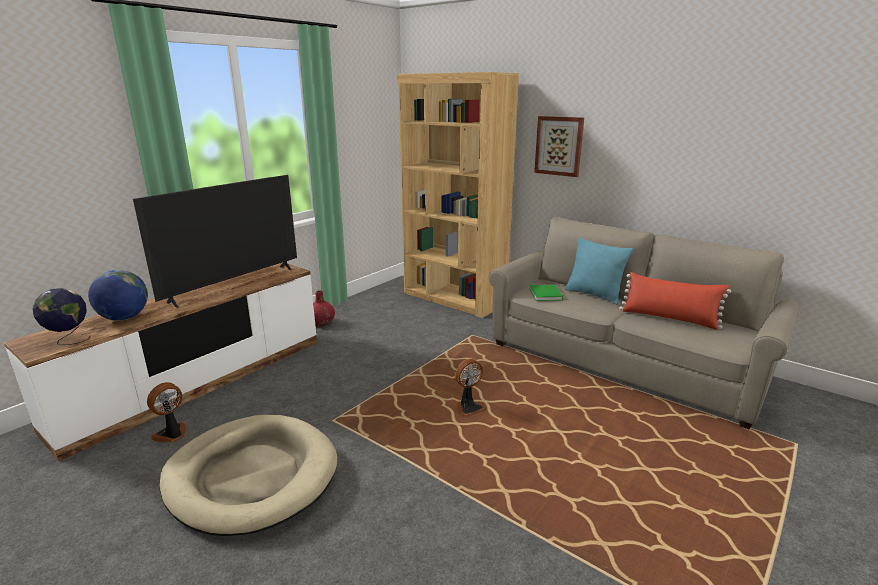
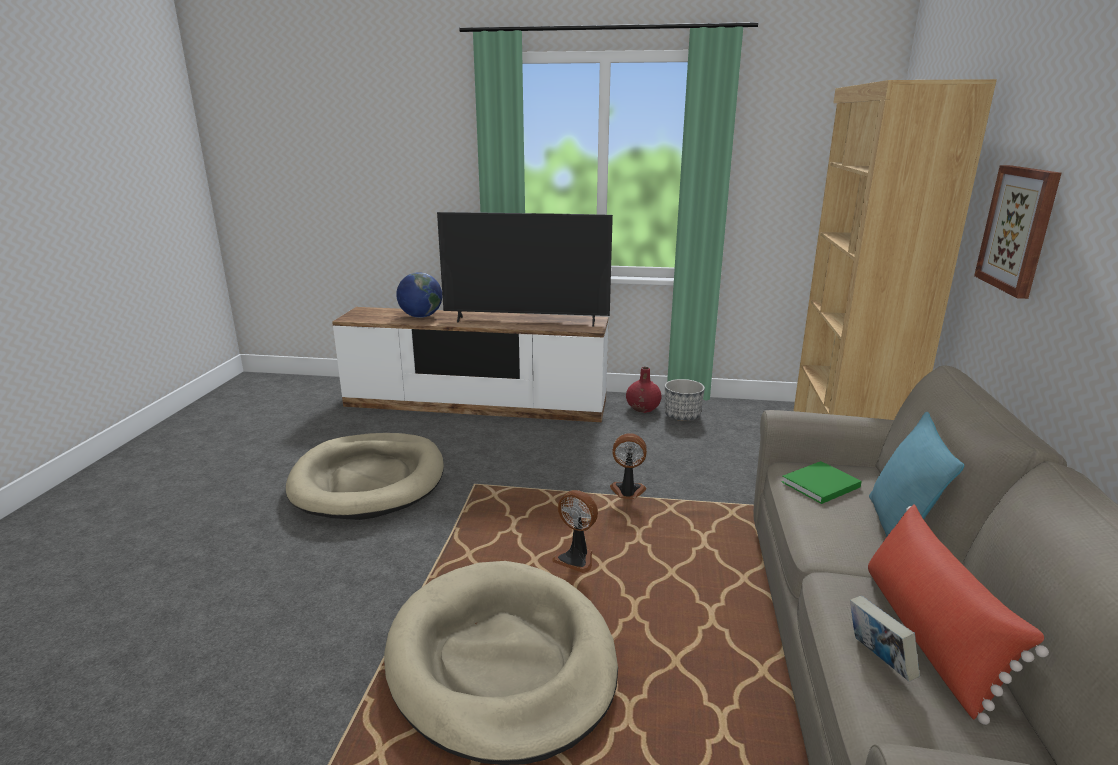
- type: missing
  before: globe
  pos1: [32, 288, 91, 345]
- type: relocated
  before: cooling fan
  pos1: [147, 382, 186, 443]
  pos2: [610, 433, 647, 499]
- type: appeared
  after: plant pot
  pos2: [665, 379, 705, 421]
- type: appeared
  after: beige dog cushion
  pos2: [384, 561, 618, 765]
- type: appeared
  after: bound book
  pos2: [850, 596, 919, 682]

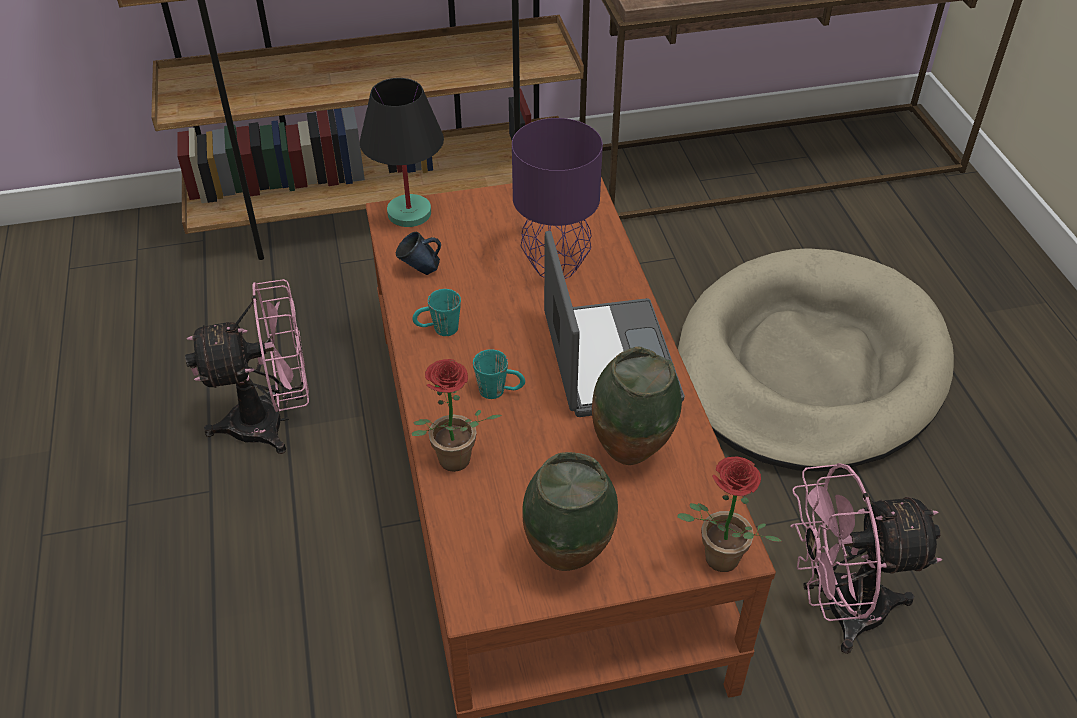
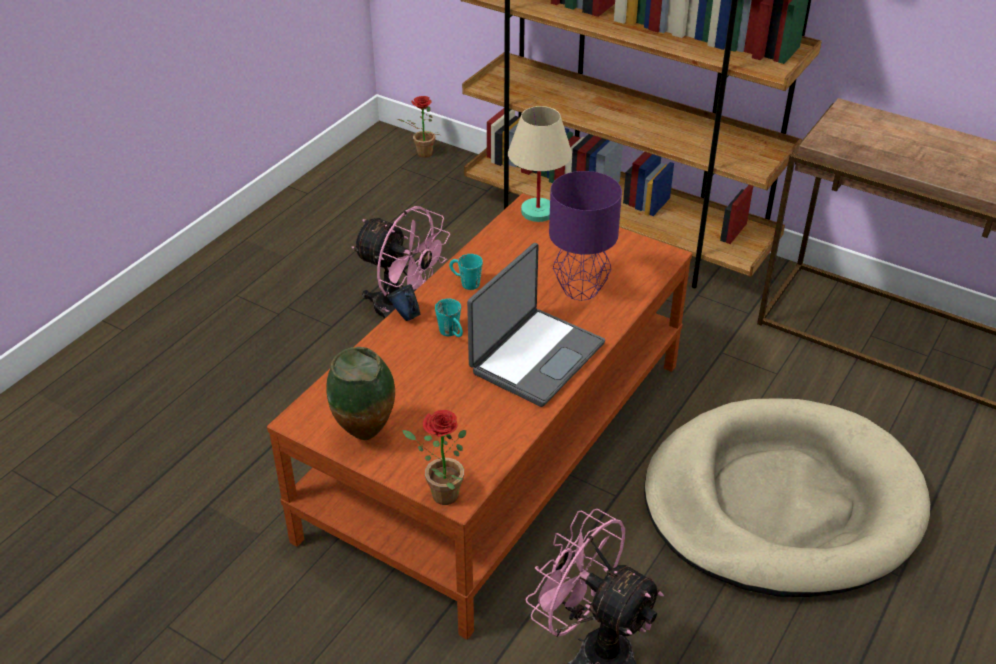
- type: colour
  before: black-coloured table lamp
  after: beige table lamp
  pos1: [360, 78, 444, 227]
  pos2: [508, 106, 572, 222]
- type: relocated
  before: blue-coloured tea mug
  pos1: [396, 232, 441, 275]
  pos2: [387, 284, 420, 321]
- type: missing
  before: vase
  pos1: [592, 347, 682, 465]
- type: relocated
  before: houseplant
  pos1: [412, 359, 502, 472]
  pos2: [398, 96, 439, 158]

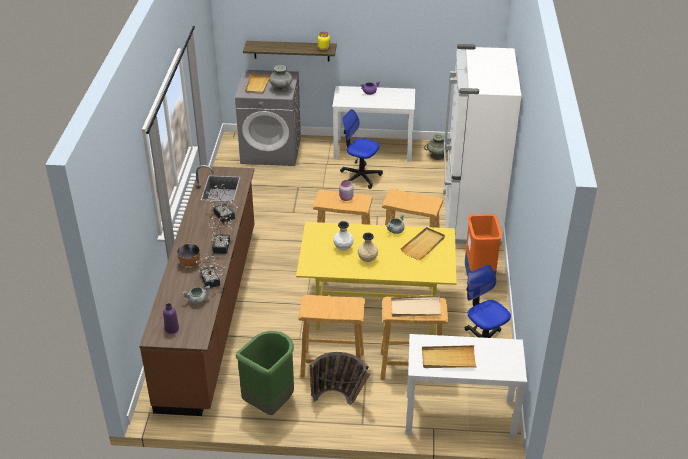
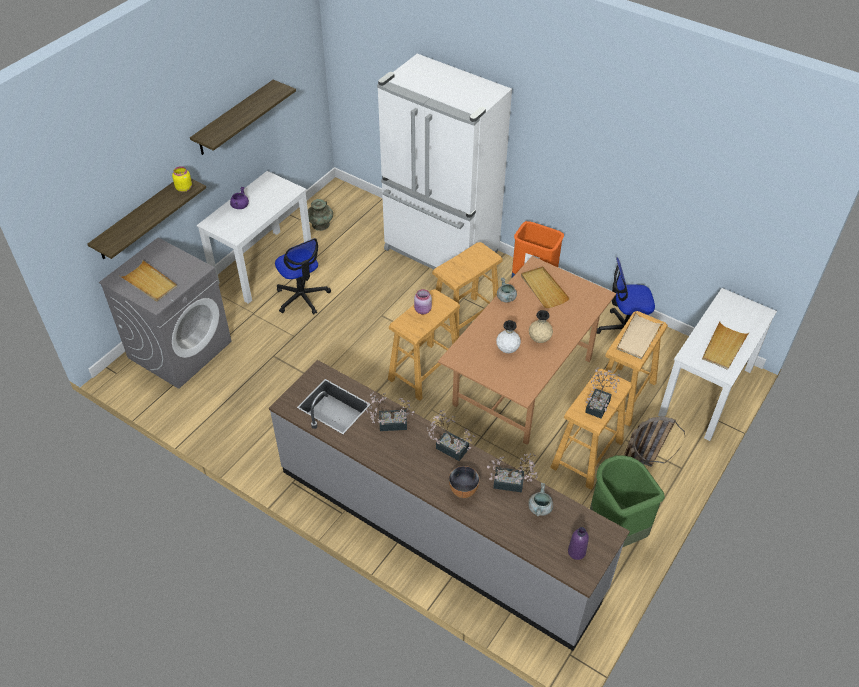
- type: missing
  before: greyish vase
  pos1: [269, 65, 293, 93]
- type: spun
  before: computer chair
  pos1: [340, 109, 383, 189]
  pos2: [275, 238, 331, 315]
  turn: -90
- type: colour
  before: brown-coloured kitchen base unit
  after: greyish kitchen base unit
  pos1: [139, 165, 254, 416]
  pos2: [269, 360, 630, 651]
- type: colour
  before: yellow dinner table
  after: brown-coloured dinner table
  pos1: [296, 222, 457, 335]
  pos2: [438, 256, 616, 445]
- type: appeared
  after: shelf
  pos2: [190, 80, 296, 155]
- type: appeared
  after: houseplant
  pos2: [585, 368, 620, 419]

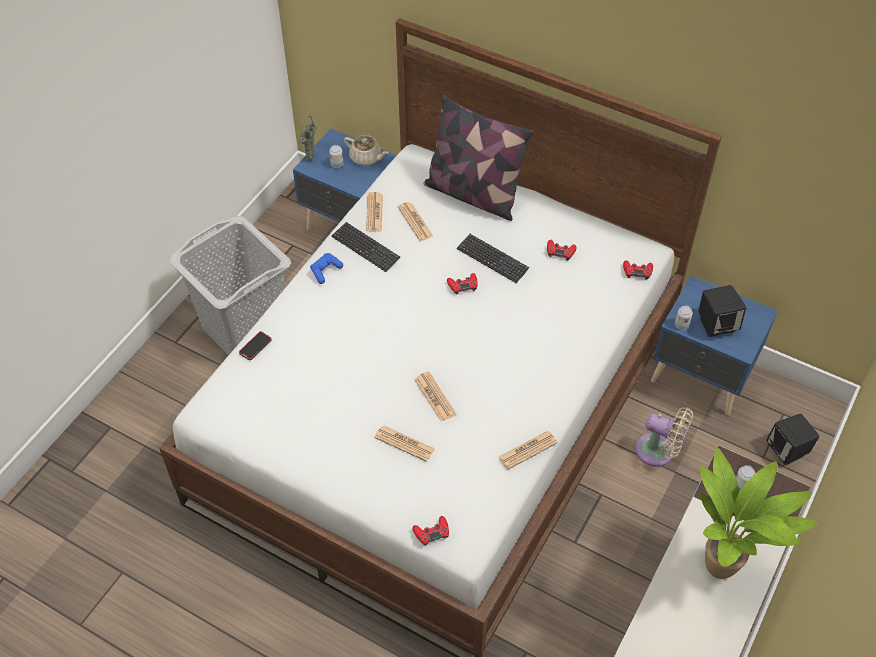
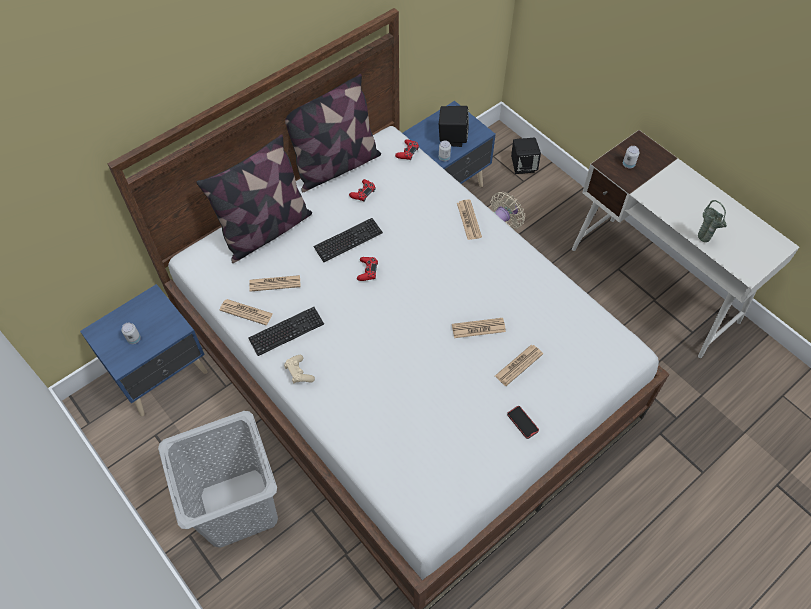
- type: relocated
  before: greenish vase
  pos1: [299, 115, 317, 161]
  pos2: [698, 200, 727, 242]
- type: missing
  before: beige pot for tea
  pos1: [344, 135, 388, 166]
- type: colour
  before: blue-coloured joypad
  after: beige joypad
  pos1: [310, 253, 343, 284]
  pos2: [284, 355, 315, 384]
- type: relocated
  before: phone
  pos1: [239, 331, 272, 360]
  pos2: [507, 406, 539, 439]
- type: relocated
  before: daily paper
  pos1: [498, 431, 558, 470]
  pos2: [457, 200, 482, 240]
- type: missing
  before: houseplant
  pos1: [700, 448, 818, 579]
- type: missing
  before: red-coloured joypad
  pos1: [412, 516, 449, 545]
- type: appeared
  after: cushion
  pos2: [285, 74, 381, 192]

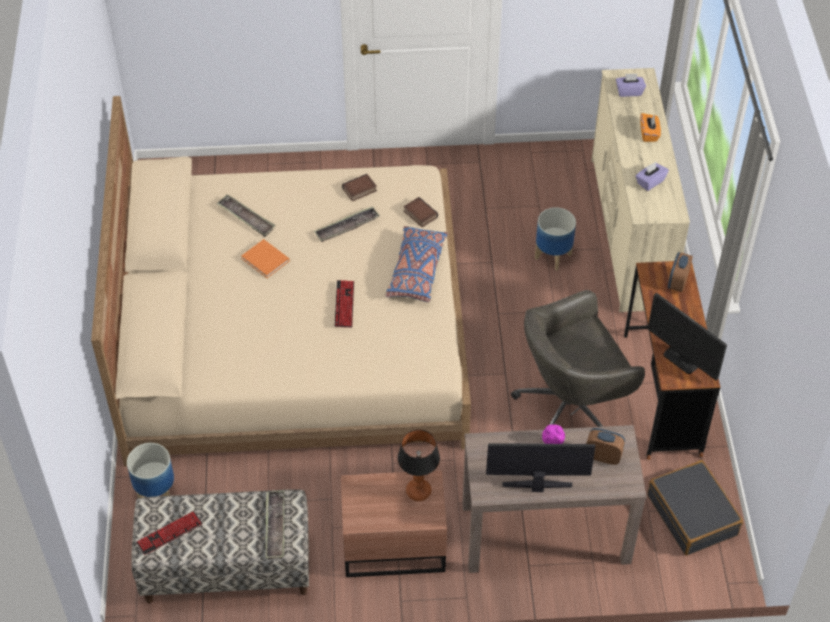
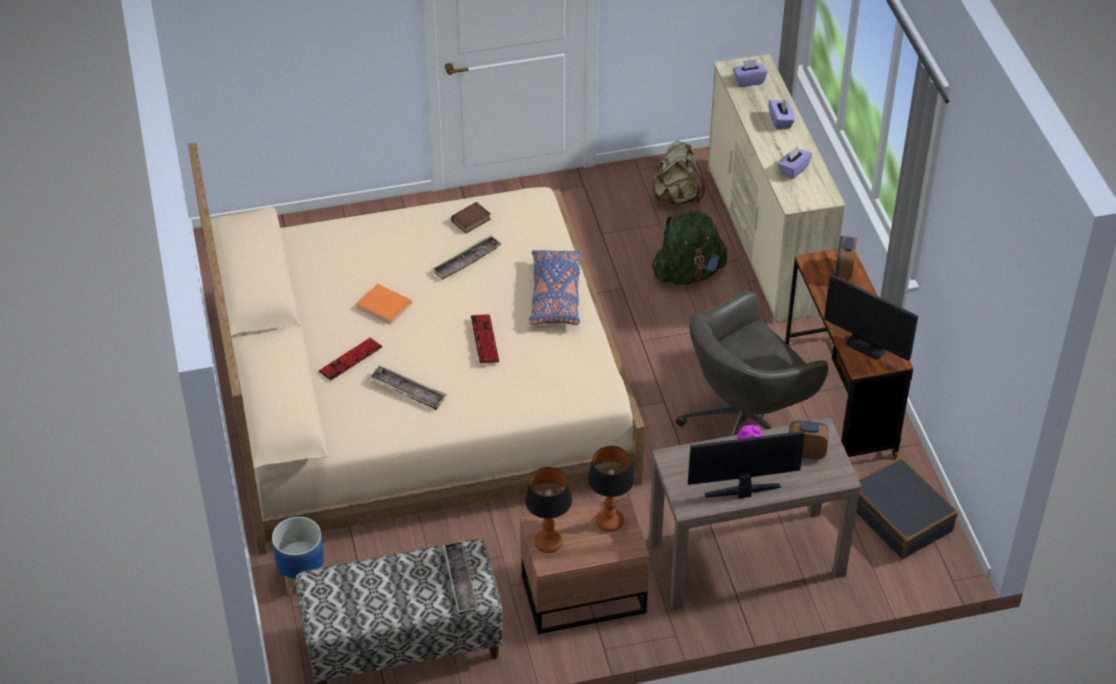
- type: colour
  before: orangey tissue box
  after: purple-coloured tissue box
  pos1: [640, 113, 661, 142]
  pos2: [769, 98, 795, 130]
- type: relocated
  before: carrying tray
  pos1: [217, 194, 276, 237]
  pos2: [369, 366, 447, 410]
- type: missing
  before: bound book
  pos1: [404, 197, 438, 227]
- type: exchanged
  before: plant pot
  after: greenish rucksack
  pos1: [535, 207, 576, 271]
  pos2: [652, 209, 728, 285]
- type: relocated
  before: keyboard
  pos1: [136, 511, 202, 555]
  pos2: [319, 338, 383, 381]
- type: appeared
  after: beige rucksack
  pos2: [652, 141, 705, 205]
- type: appeared
  after: table lamp
  pos2: [525, 467, 572, 553]

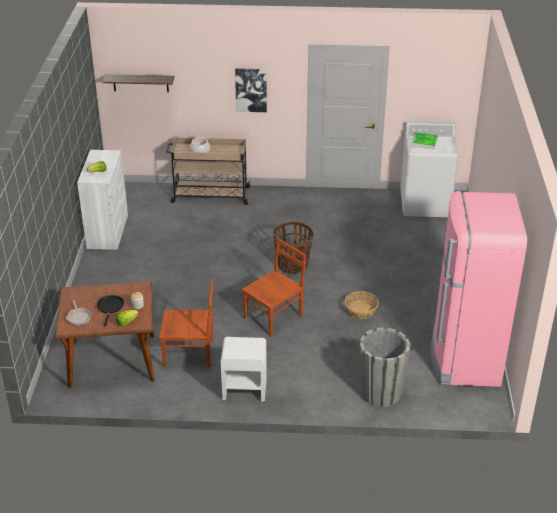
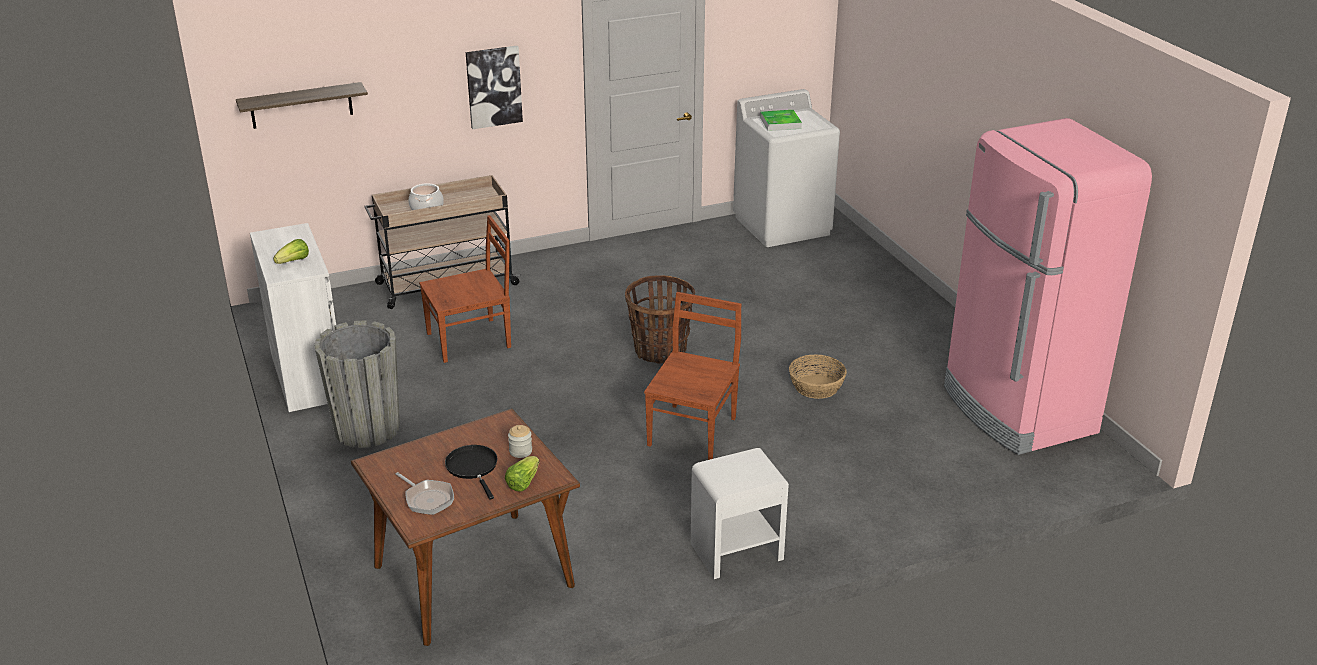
- type: relocated
  before: brown-coloured plain chair
  pos1: [159, 279, 214, 367]
  pos2: [419, 215, 511, 363]
- type: relocated
  before: greyish plant pot
  pos1: [360, 327, 410, 407]
  pos2: [314, 321, 400, 448]

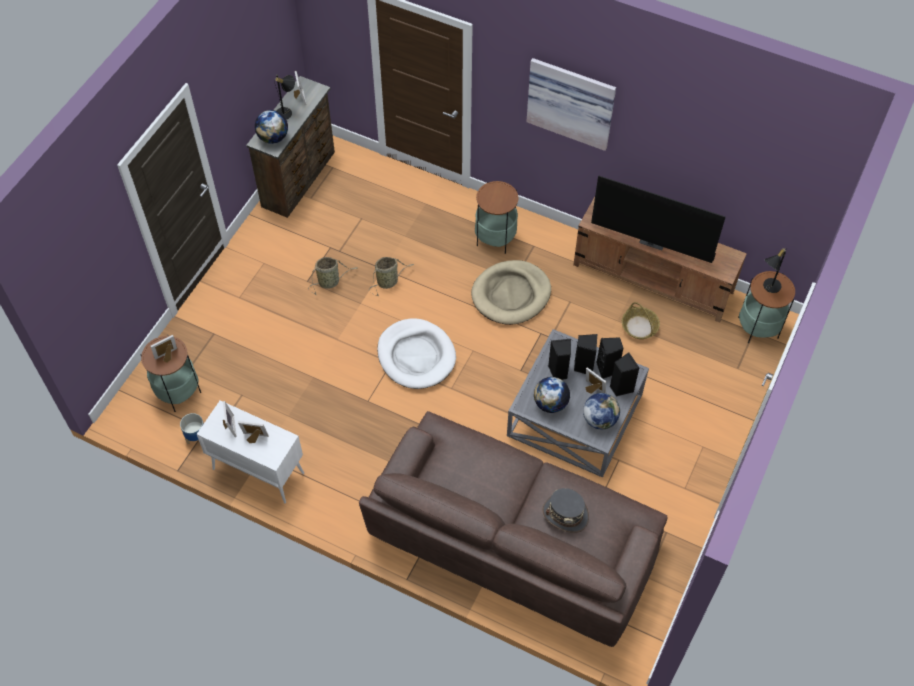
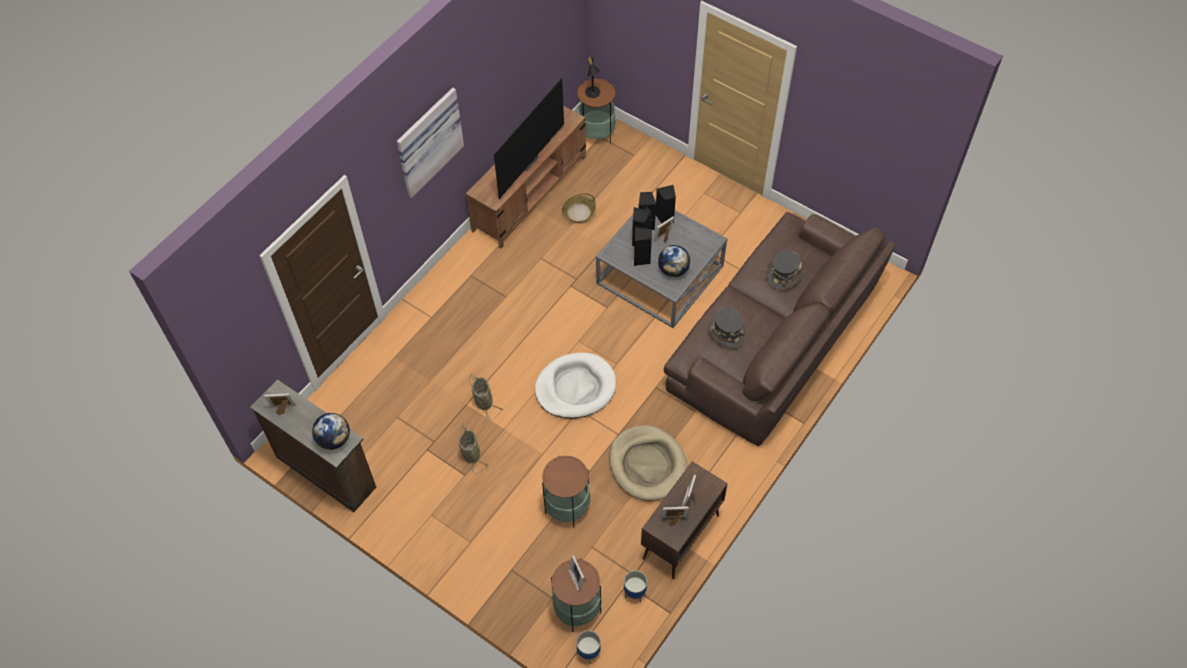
- type: missing
  before: black-coloured table lamp
  pos1: [274, 74, 295, 120]
- type: relocated
  before: accent table
  pos1: [475, 181, 518, 254]
  pos2: [542, 456, 590, 528]
- type: relocated
  before: beige dog cushion
  pos1: [471, 260, 551, 325]
  pos2: [609, 425, 687, 501]
- type: missing
  before: globe
  pos1: [583, 393, 620, 429]
- type: colour
  before: white-coloured cupboard
  after: brown-coloured cupboard
  pos1: [197, 400, 304, 503]
  pos2: [641, 461, 728, 579]
- type: appeared
  after: greyish hat
  pos2: [708, 308, 746, 349]
- type: appeared
  after: plant pot
  pos2: [577, 630, 601, 664]

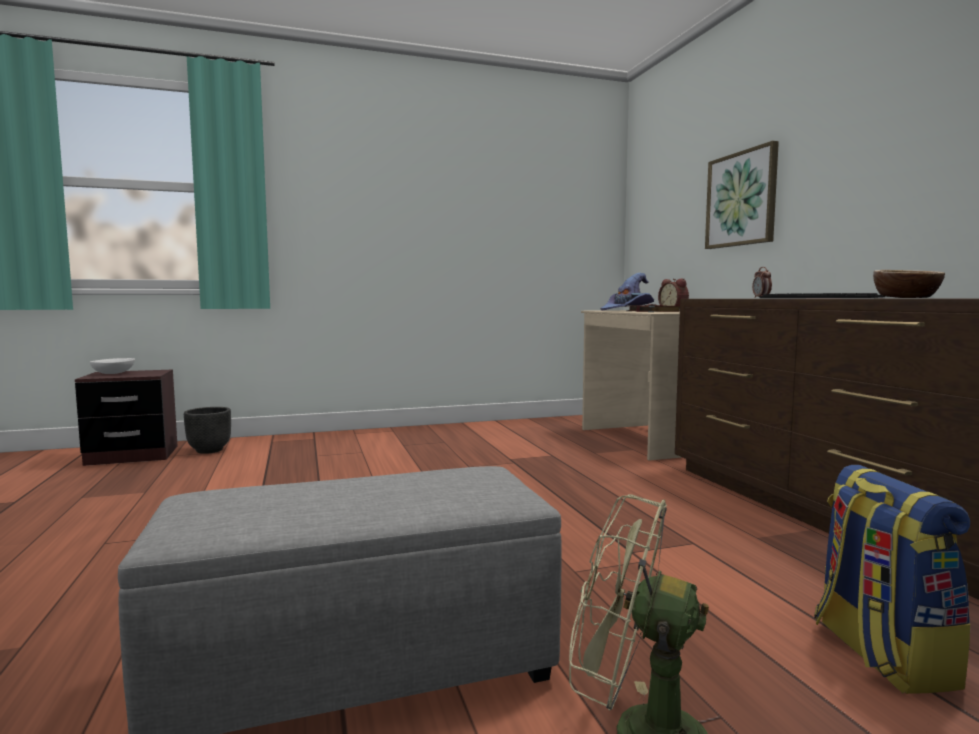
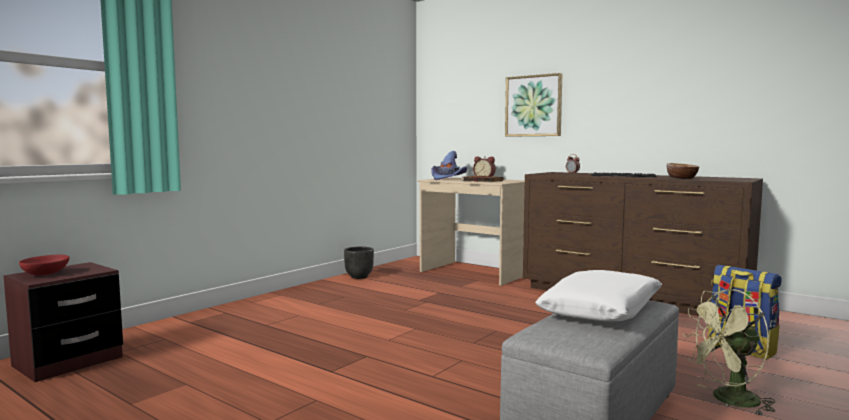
- type: colour
  before: white-coloured deep dish
  after: red-coloured deep dish
  pos1: [90, 358, 135, 374]
  pos2: [19, 255, 69, 276]
- type: relocated
  before: black-coloured plant pot
  pos1: [184, 407, 231, 454]
  pos2: [344, 247, 374, 279]
- type: appeared
  after: white-coloured cushion
  pos2: [535, 270, 662, 321]

